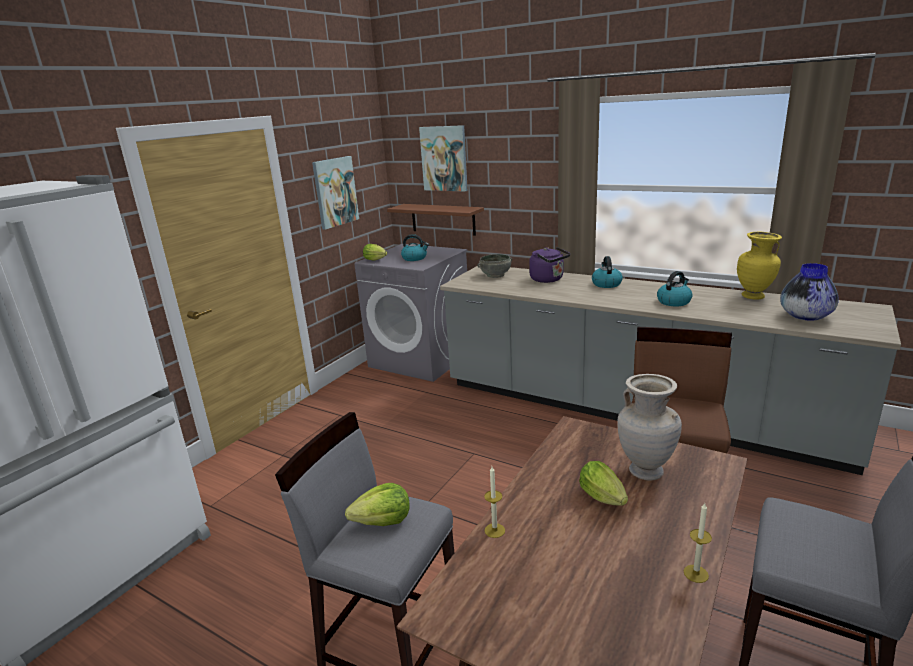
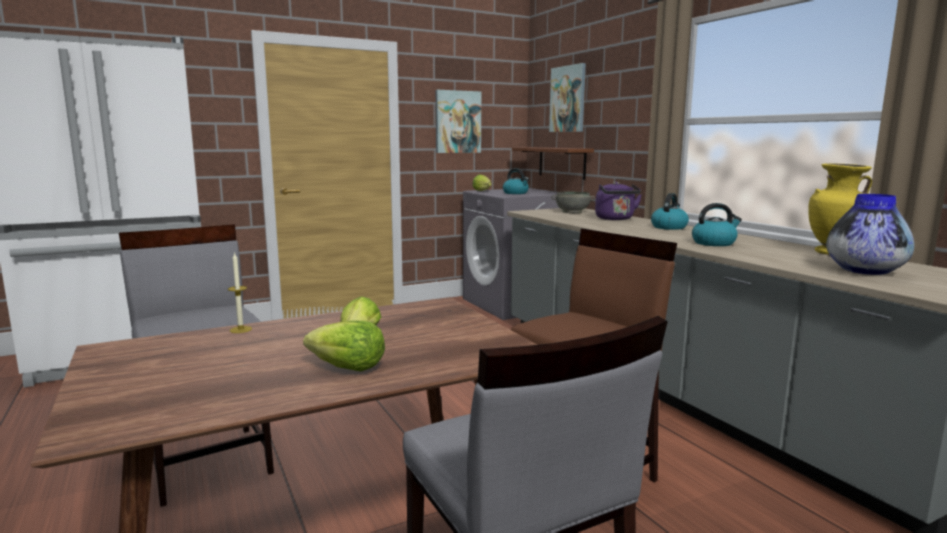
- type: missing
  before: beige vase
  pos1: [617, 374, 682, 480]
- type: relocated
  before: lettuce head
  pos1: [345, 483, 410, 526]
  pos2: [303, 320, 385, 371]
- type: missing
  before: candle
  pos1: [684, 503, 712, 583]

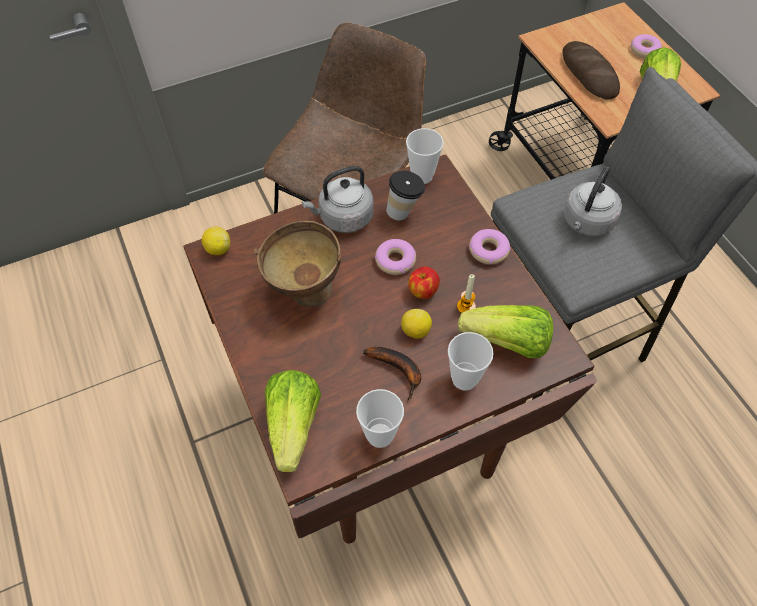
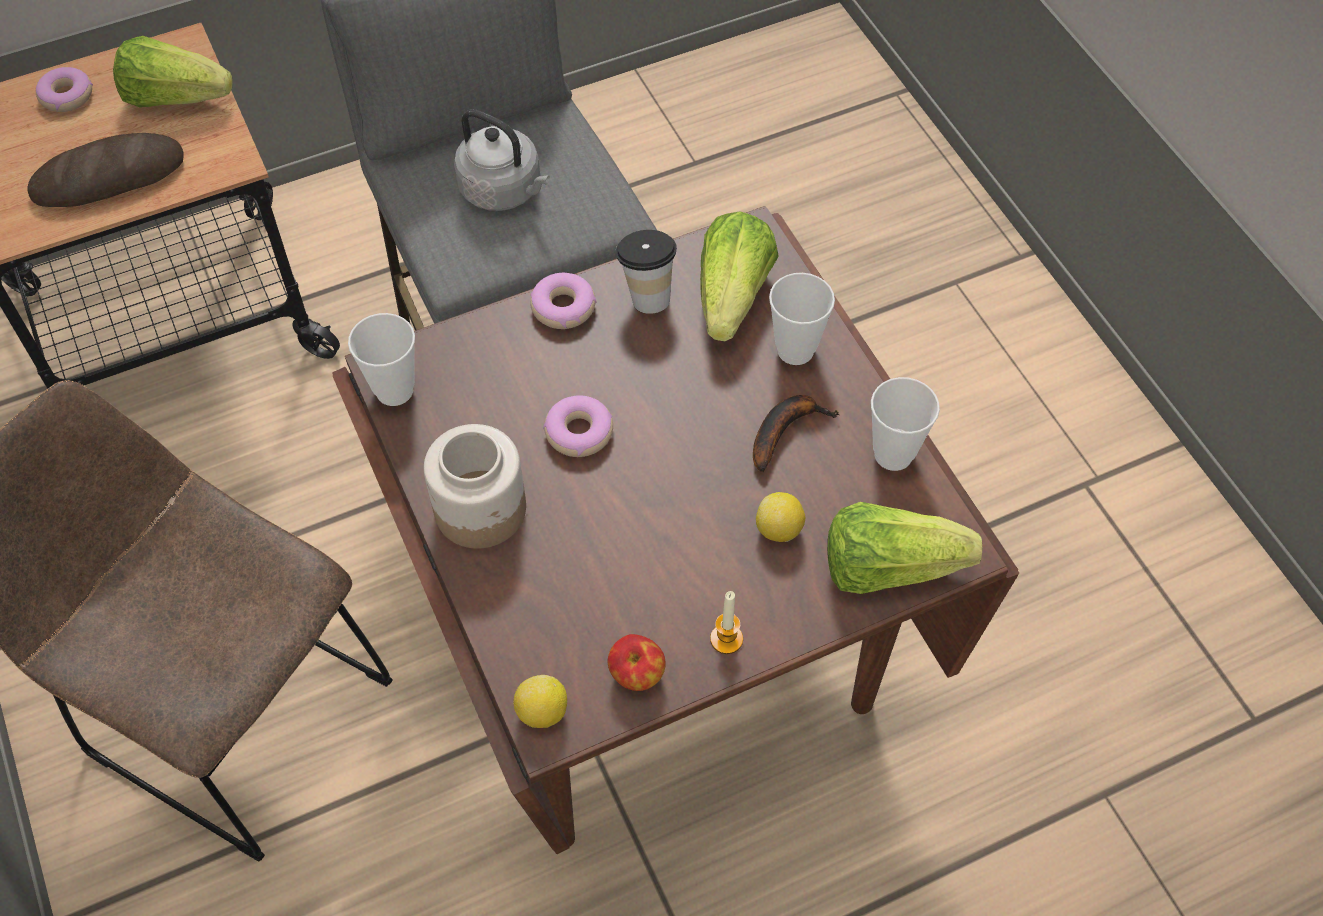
- type: exchanged
  before: greyish tea kettle
  after: preserve jar
  pos1: [302, 166, 374, 233]
  pos2: [424, 424, 526, 549]
- type: relocated
  before: small cup
  pos1: [386, 171, 425, 221]
  pos2: [616, 230, 677, 314]
- type: missing
  before: brown-coloured deep dish
  pos1: [253, 221, 342, 308]
- type: relocated
  before: apple
  pos1: [408, 267, 440, 299]
  pos2: [608, 634, 665, 691]
- type: relocated
  before: candle
  pos1: [457, 274, 476, 313]
  pos2: [710, 591, 743, 654]
- type: relocated
  before: whole lemon
  pos1: [401, 309, 432, 339]
  pos2: [756, 492, 805, 542]

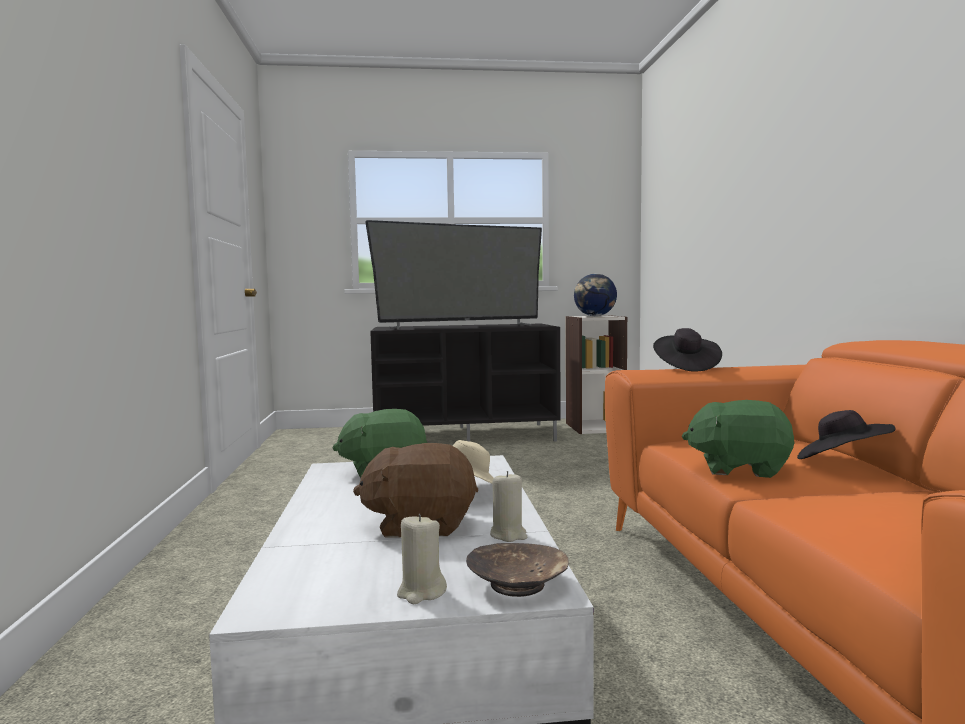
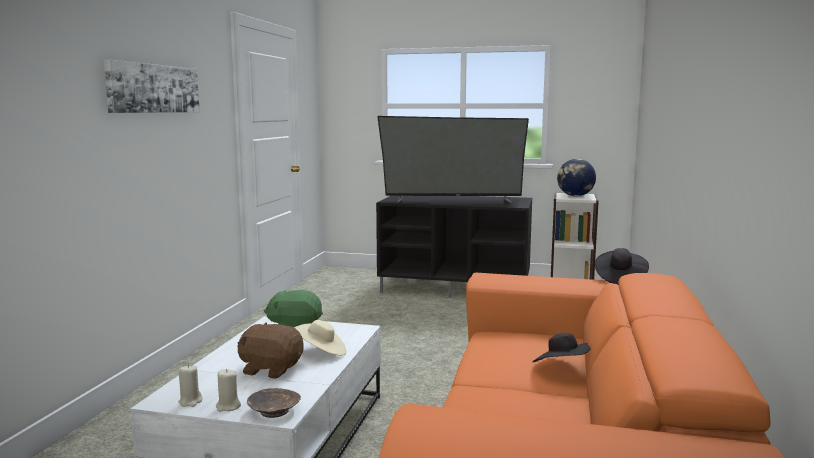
- type: relocated
  before: black-coloured hat
  pos1: [653, 328, 722, 372]
  pos2: [595, 248, 649, 284]
- type: missing
  before: greenish soft toy
  pos1: [682, 400, 794, 478]
- type: relocated
  before: beige candle
  pos1: [490, 471, 527, 542]
  pos2: [178, 365, 203, 407]
- type: appeared
  after: wall art
  pos2: [104, 59, 200, 113]

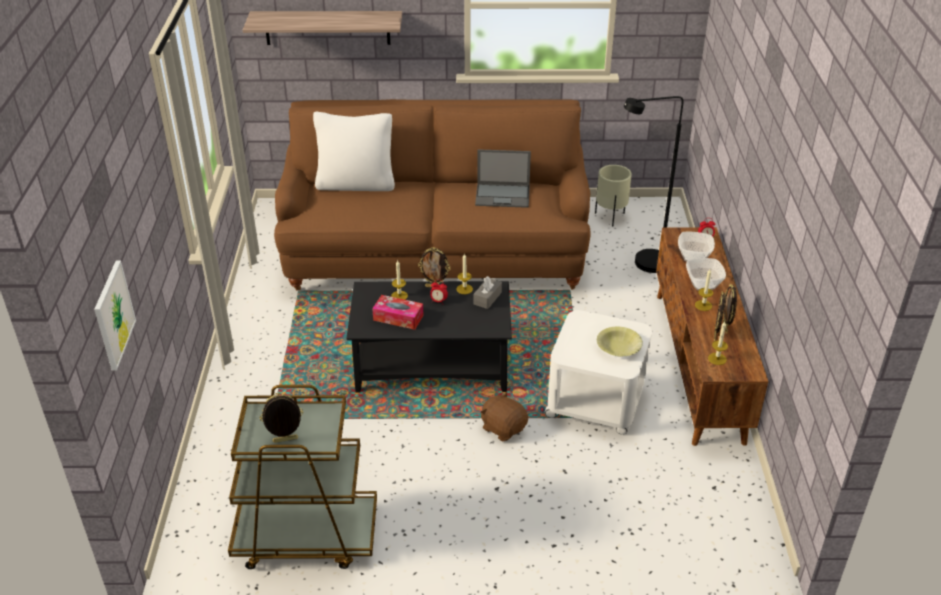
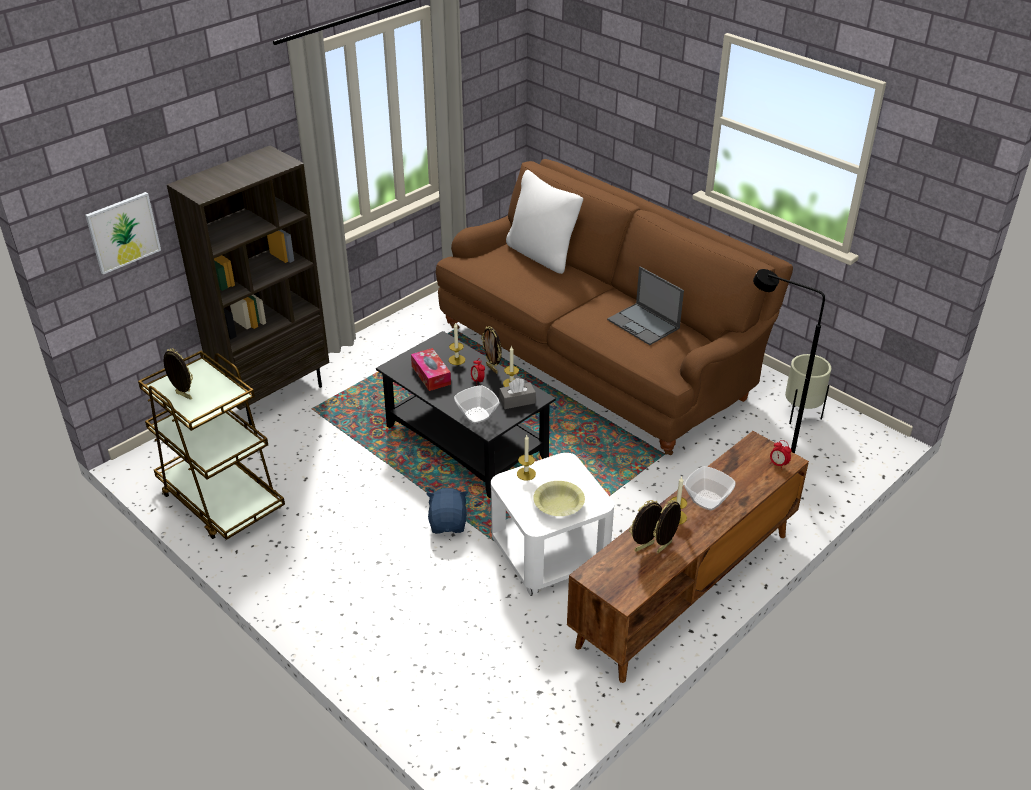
- type: missing
  before: shelf
  pos1: [243, 11, 402, 45]
- type: relocated
  before: deep dish
  pos1: [678, 232, 715, 261]
  pos2: [454, 385, 500, 424]
- type: relocated
  before: candle
  pos1: [708, 322, 728, 365]
  pos2: [517, 435, 536, 481]
- type: colour
  before: brown-coloured soft toy
  after: blue-coloured soft toy
  pos1: [481, 392, 528, 442]
  pos2: [426, 488, 468, 533]
- type: appeared
  after: brown-coloured shelving unit
  pos2: [167, 146, 329, 425]

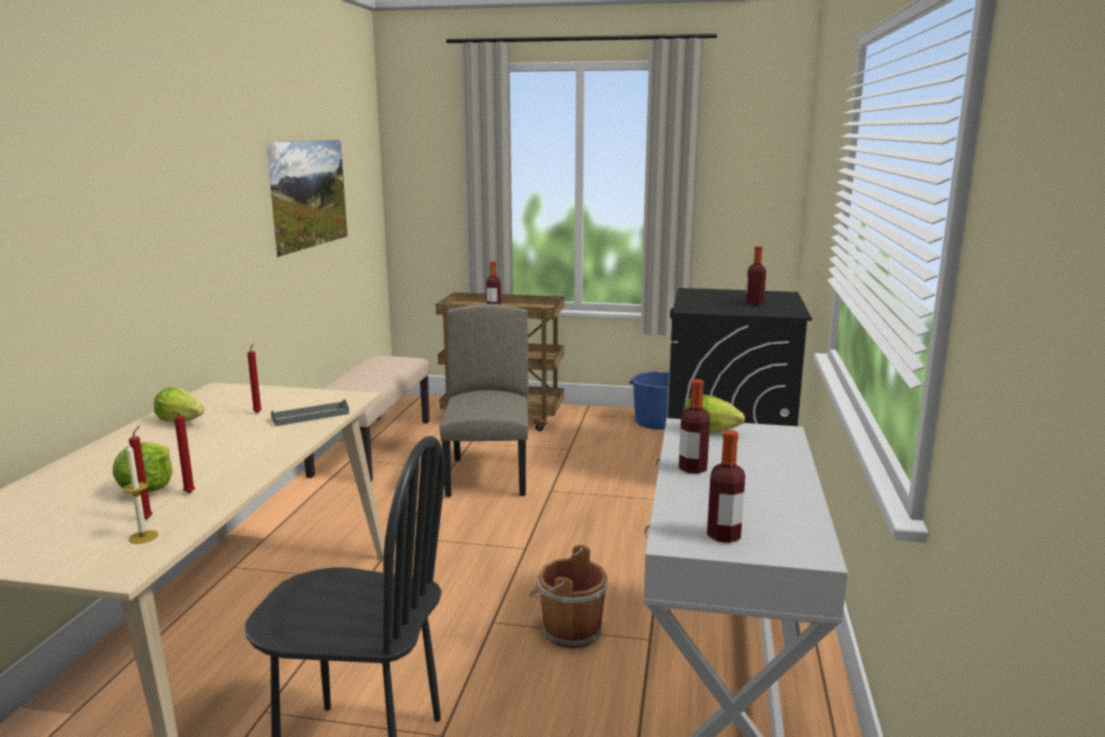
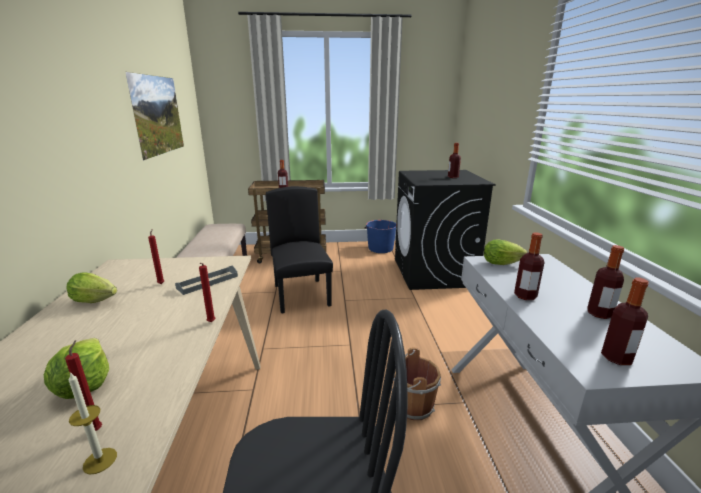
- type: colour
  before: beige plain chair
  after: black-coloured plain chair
  pos1: [440, 304, 529, 497]
  pos2: [266, 186, 333, 313]
- type: relocated
  before: red-coloured candle
  pos1: [172, 411, 195, 493]
  pos2: [199, 263, 215, 322]
- type: appeared
  after: drink bottle
  pos2: [587, 245, 624, 319]

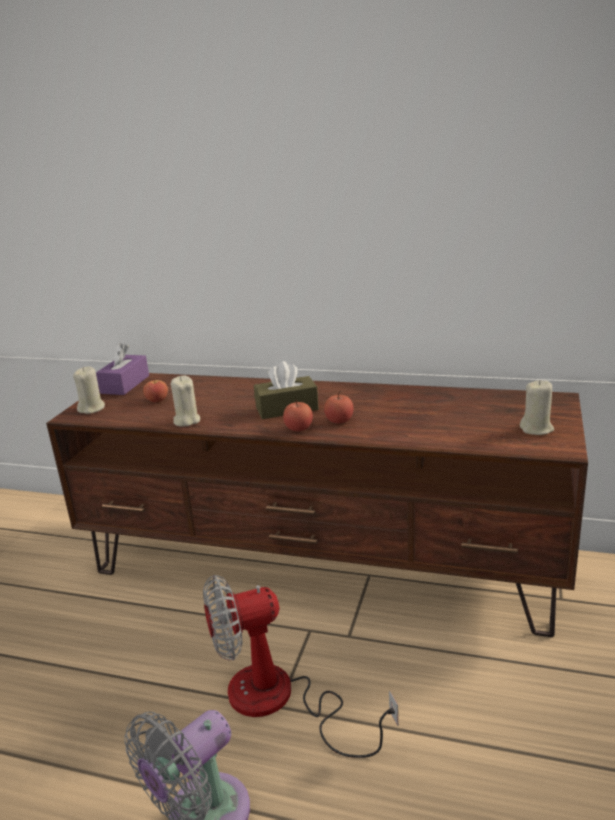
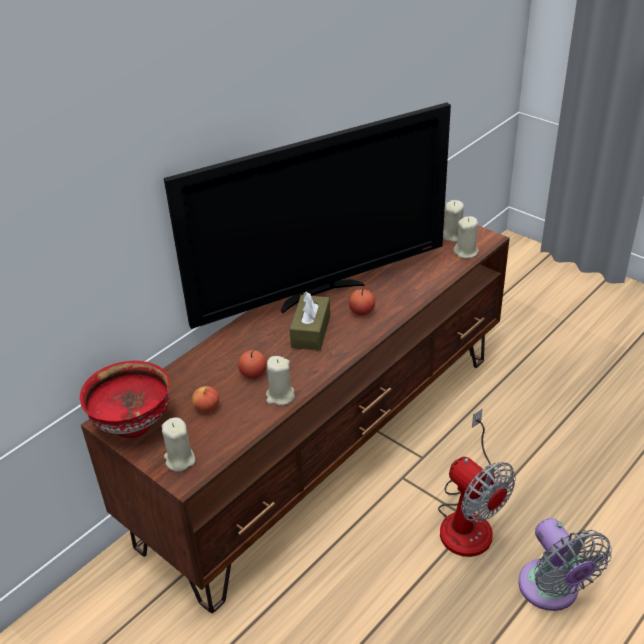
- type: exchanged
  before: purple-coloured tissue box
  after: red-coloured deep dish
  pos1: [96, 343, 149, 395]
  pos2: [79, 360, 170, 438]
- type: relocated
  before: apple
  pos1: [283, 399, 313, 431]
  pos2: [238, 350, 267, 379]
- type: spun
  before: cooling fan
  pos1: [203, 575, 398, 758]
  pos2: [438, 409, 516, 557]
  turn: -45
- type: appeared
  after: television
  pos2: [164, 102, 451, 329]
- type: appeared
  after: beige candle
  pos2: [453, 216, 479, 258]

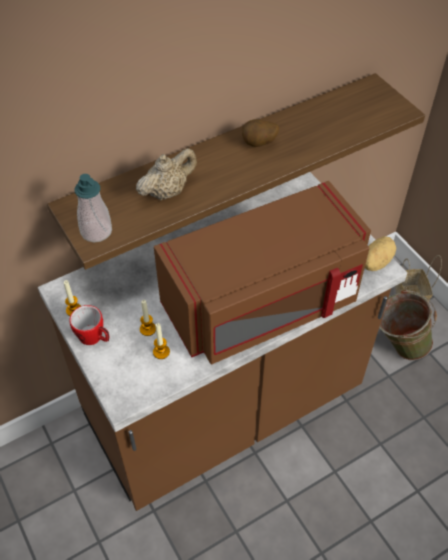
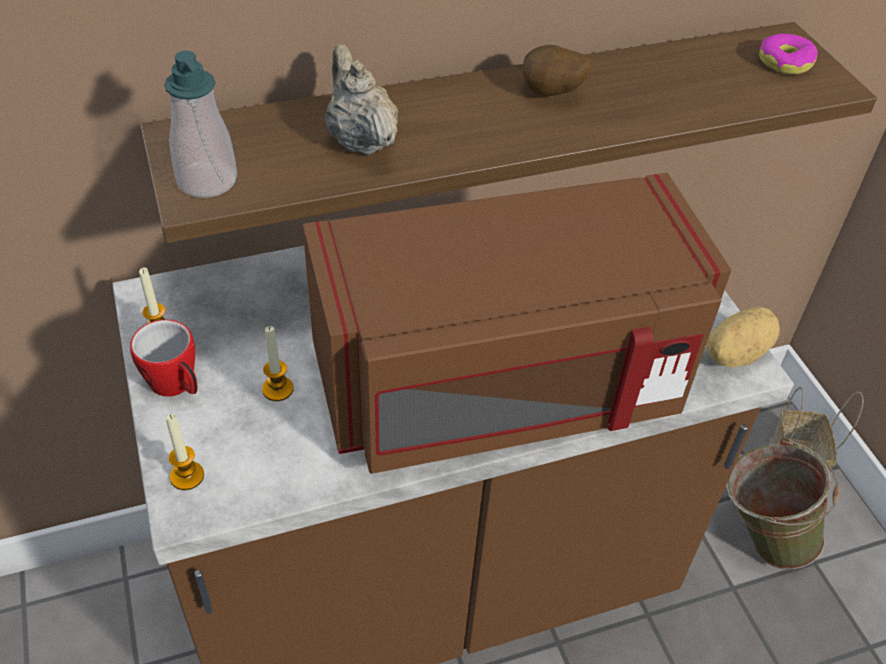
- type: spun
  before: beige pot for tea
  pos1: [136, 148, 197, 200]
  pos2: [325, 44, 398, 155]
  turn: -90
- type: relocated
  before: candle
  pos1: [153, 323, 170, 359]
  pos2: [166, 414, 204, 490]
- type: appeared
  after: donut
  pos2: [759, 34, 818, 75]

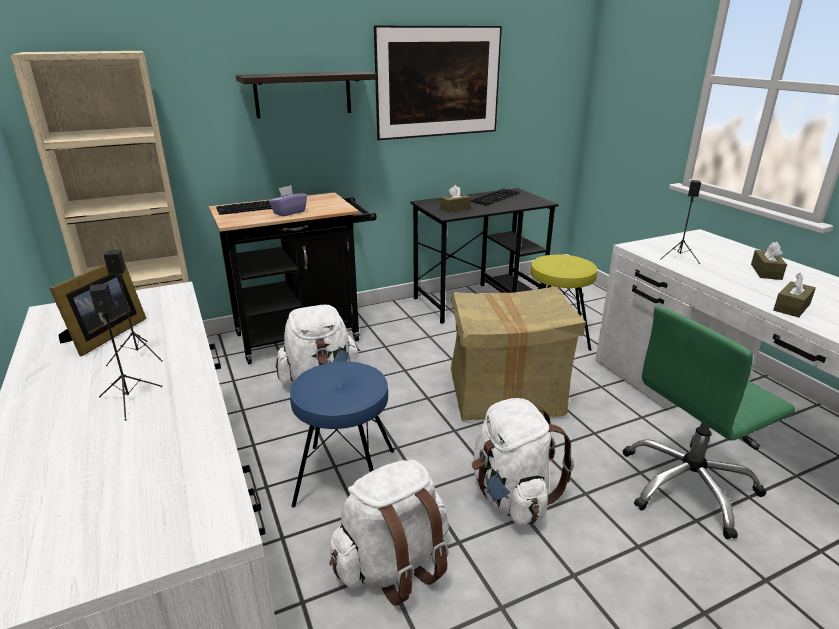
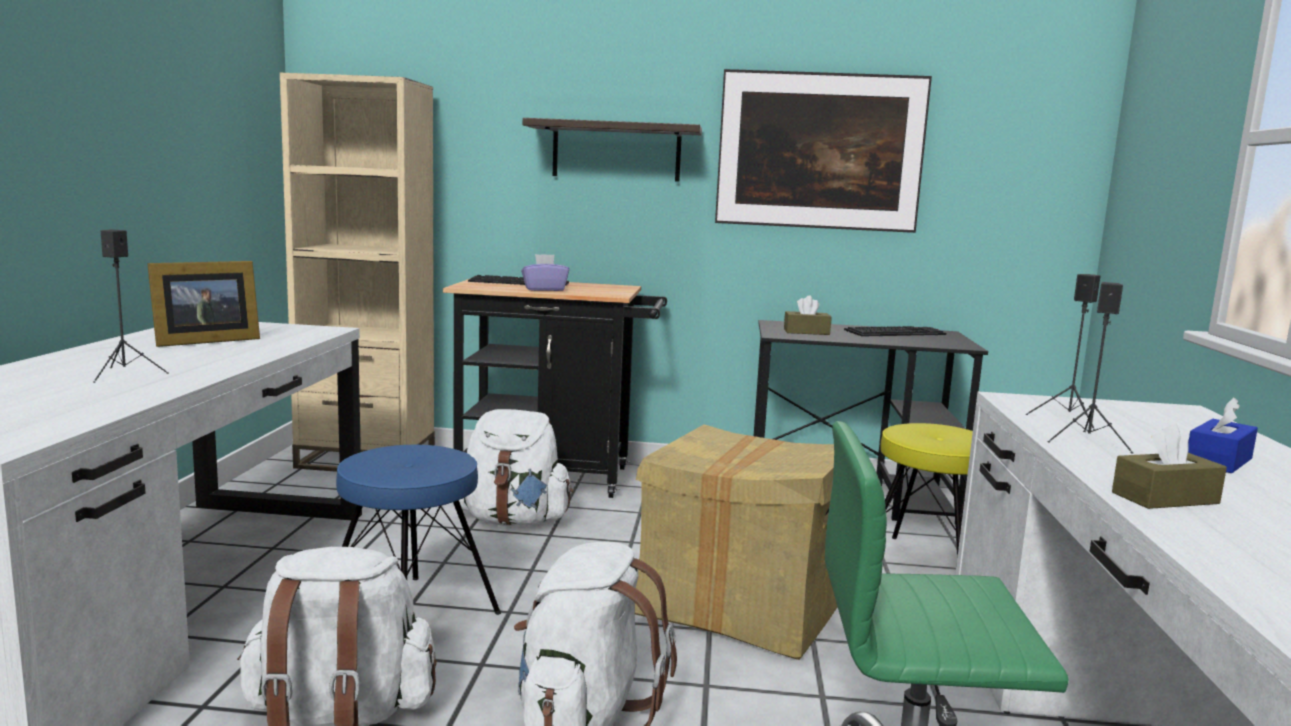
- type: colour
  before: brown-coloured tissue box
  after: blue-coloured tissue box
  pos1: [751, 242, 787, 280]
  pos2: [1188, 398, 1258, 473]
- type: relocated
  before: black-coloured speaker
  pos1: [104, 250, 163, 366]
  pos2: [1048, 282, 1134, 453]

